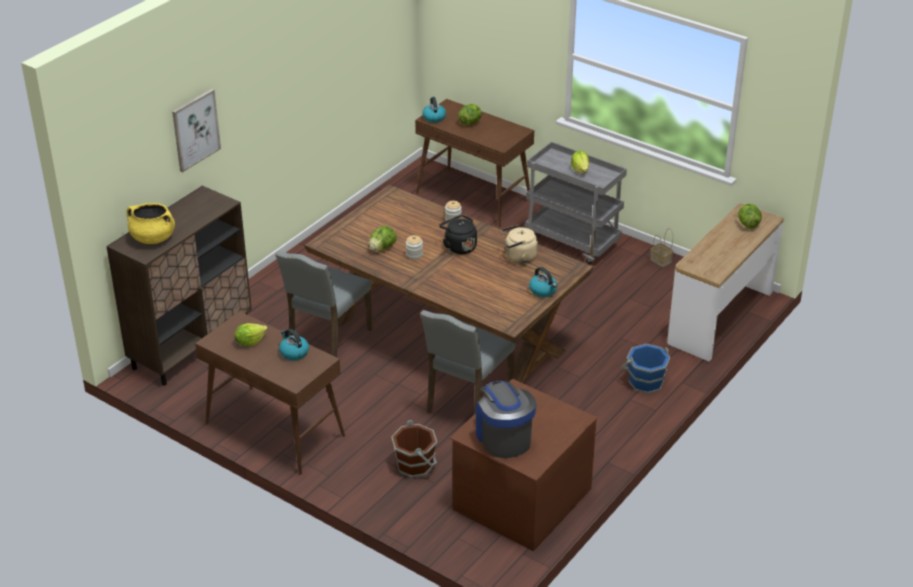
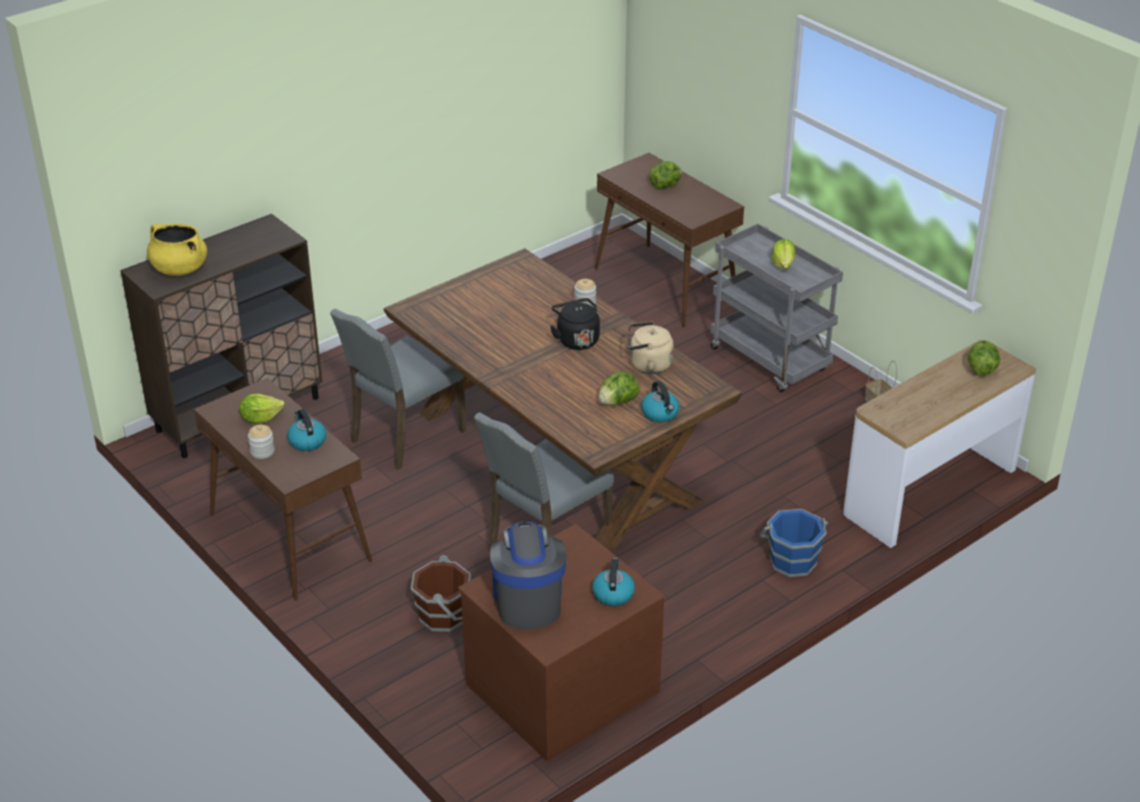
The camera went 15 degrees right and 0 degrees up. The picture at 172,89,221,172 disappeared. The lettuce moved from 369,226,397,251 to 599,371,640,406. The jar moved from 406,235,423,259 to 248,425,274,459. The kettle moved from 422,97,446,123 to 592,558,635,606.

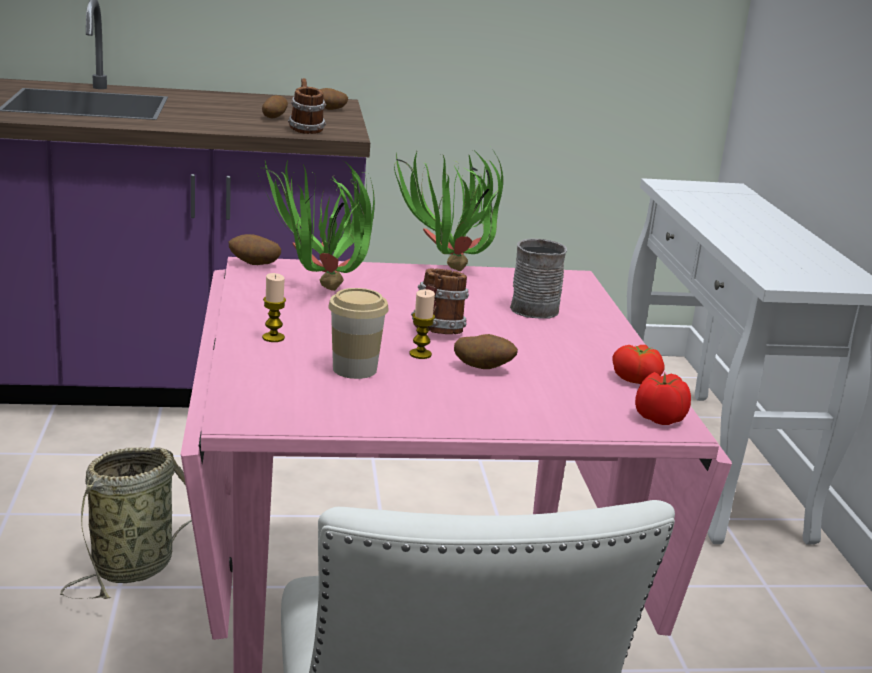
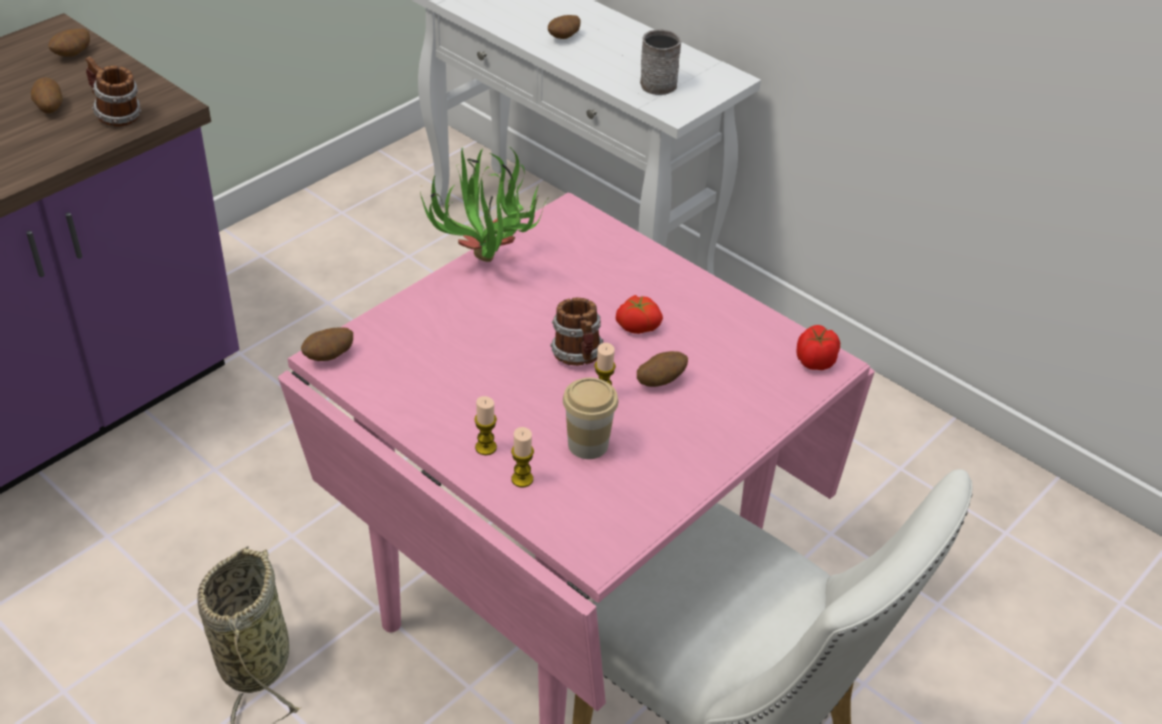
The camera went 40 degrees left and 20 degrees up. The potted plant at 257,156,375,291 disappeared. The candle at 511,427,534,487 appeared. The potato at 548,15,581,39 appeared. The mug/grey moved from 510,238,567,319 to 640,29,681,95. The tomato moved from 612,345,664,384 to 616,295,663,334.

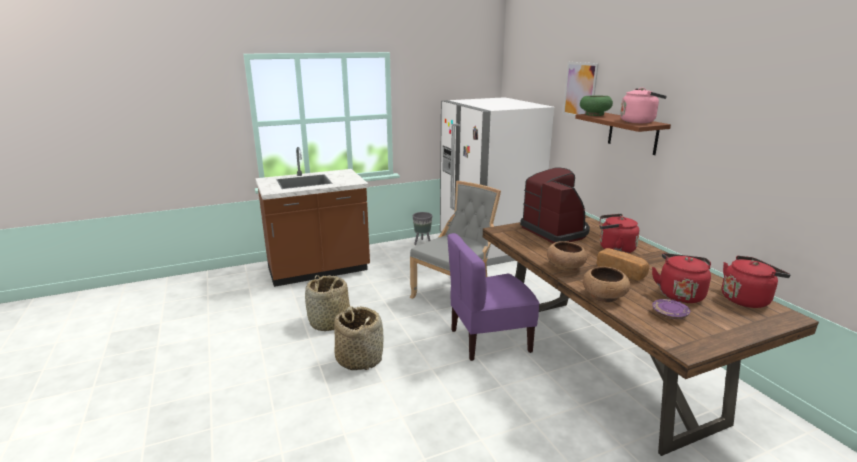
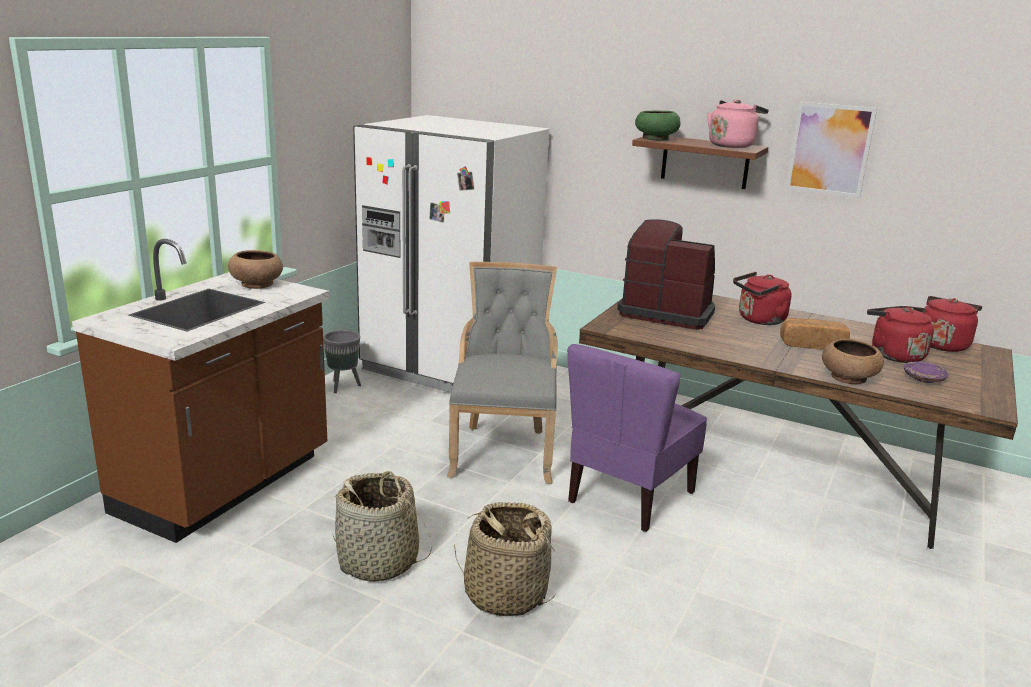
The camera went 40 degrees left and 0 degrees up. The bowl/brown moved from 547,241,587,272 to 228,250,283,289. The picture moved from 563,62,599,116 to 785,102,877,198.

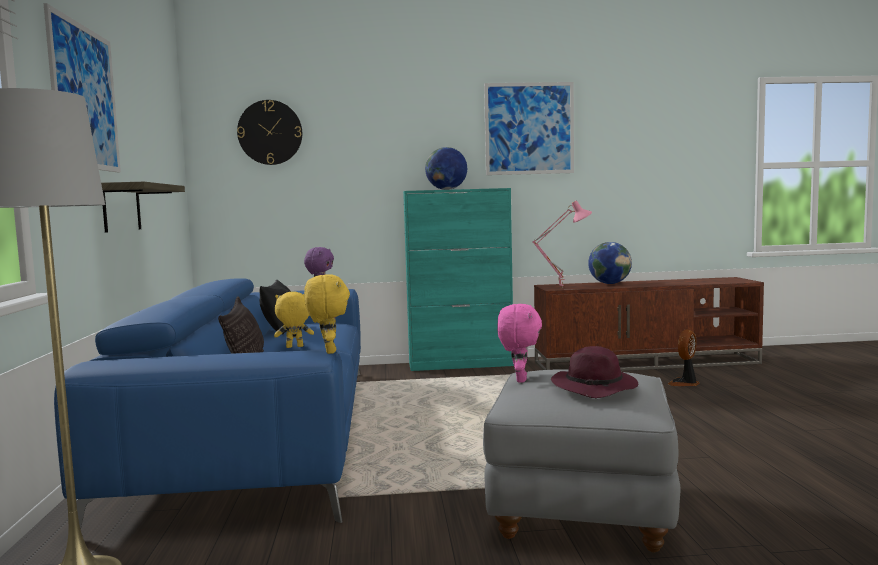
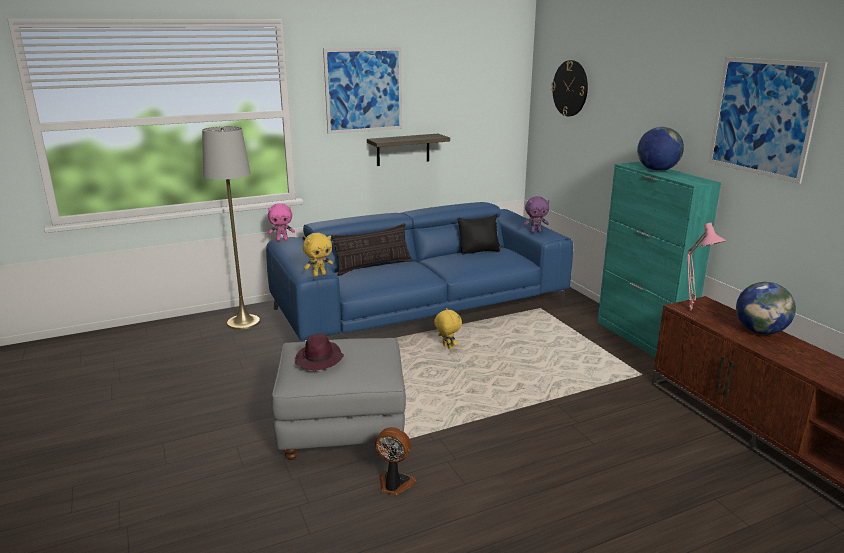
The camera went 70 degrees right and 15 degrees up. The plush toy/yellow moved from 274,292,314,348 to 434,308,462,350. The plush toy/pink moved from 497,304,542,383 to 268,203,295,241. The fan moved from 668,329,700,386 to 375,427,416,495.

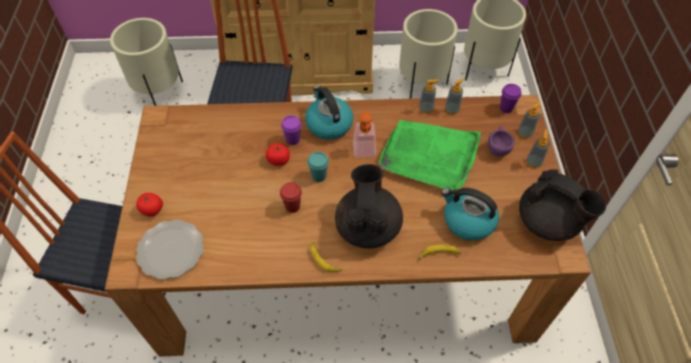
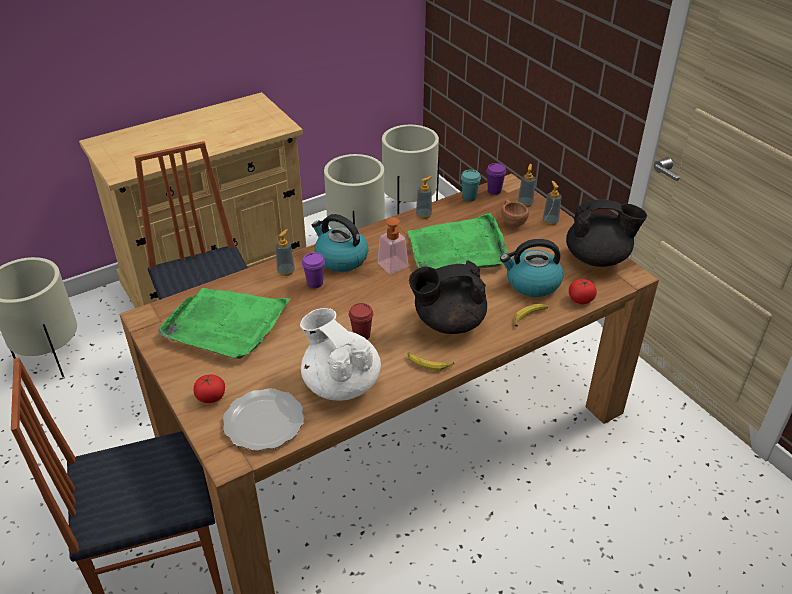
The camera went 30 degrees left and 15 degrees down. The tray/green at 158,288,291,359 appeared. The teapot/white at 300,308,381,401 appeared. The tomato moved from 266,143,290,166 to 569,279,597,304. The cup/turquoise moved from 308,152,329,182 to 461,170,481,202. The soap dispenser moved from 445,78,465,114 to 276,229,295,276. The cup/purple at 488,126,514,156 became the cup/brown at 501,199,529,227. The teapot/black at 335,164,403,249 turned 75 degrees counterclockwise.

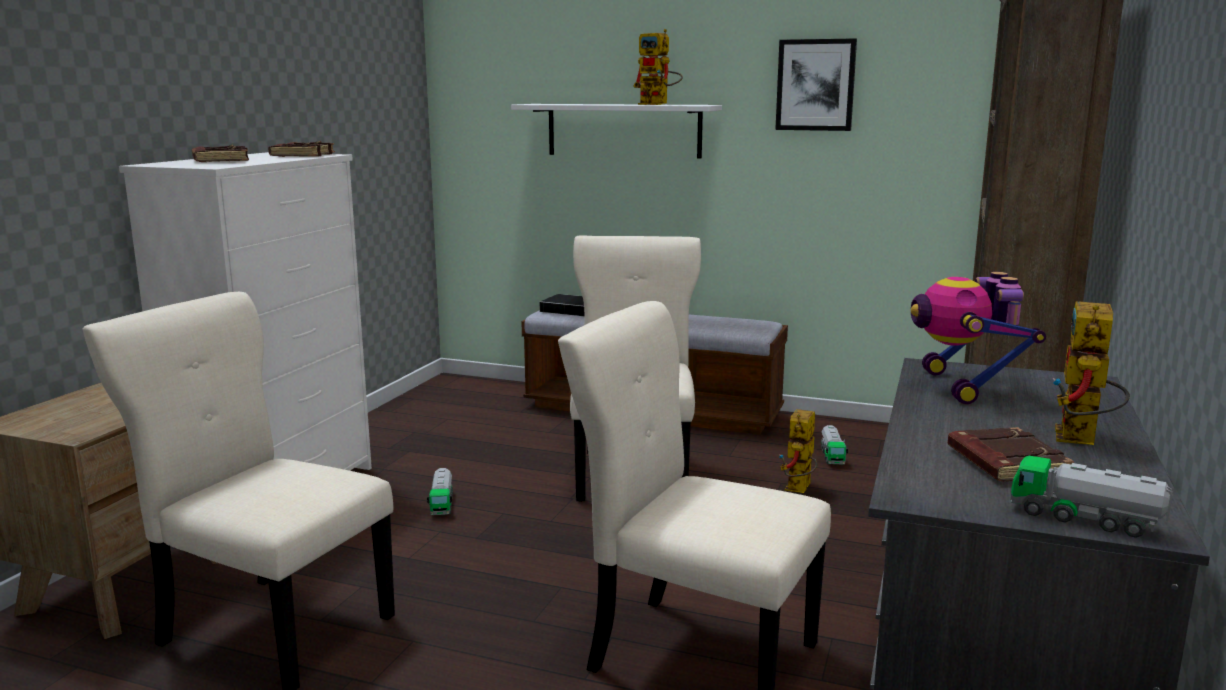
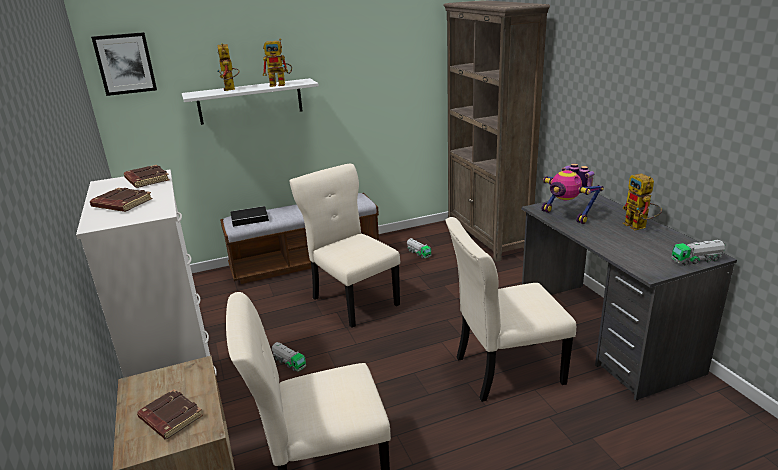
The camera went 40 degrees left and 10 degrees up. The picture moved from 775,38,857,131 to 91,32,157,96. The toy robot moved from 779,409,818,493 to 217,43,239,91. The book/brown moved from 948,427,1074,481 to 137,389,203,440.

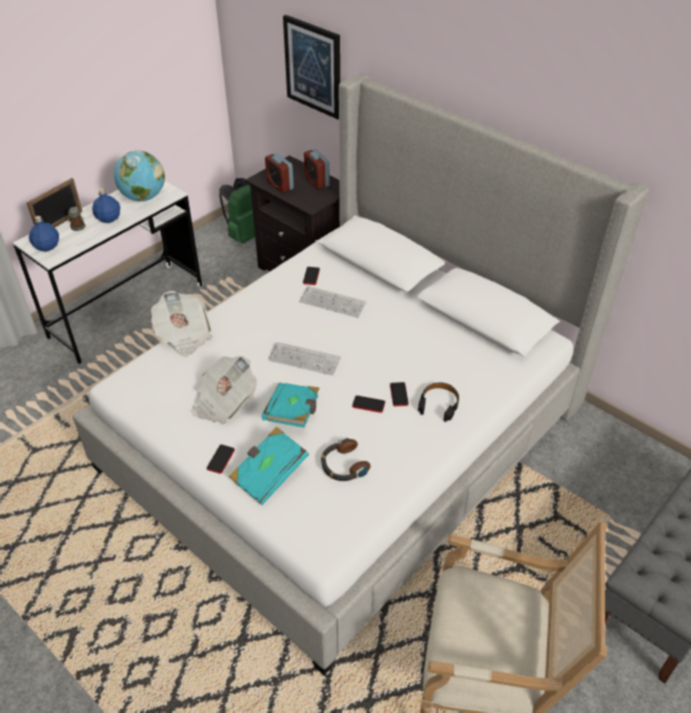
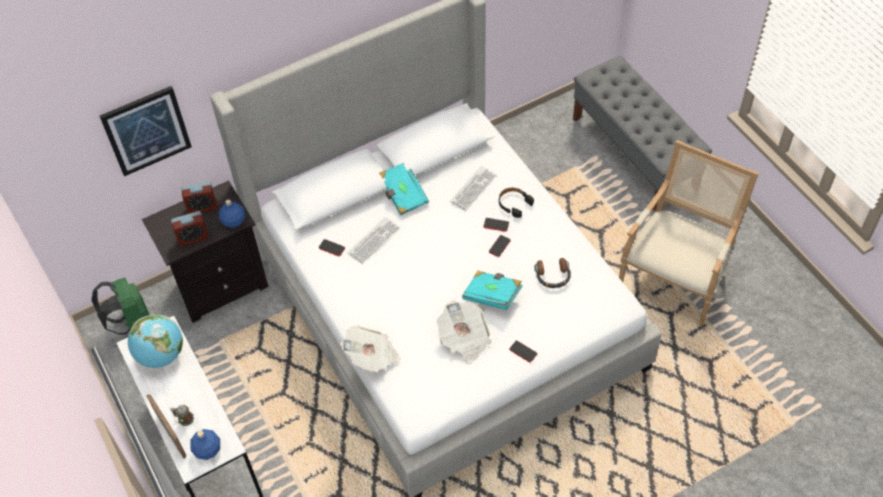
The camera went 70 degrees left and 10 degrees up. The bottle/blue moved from 92,188,120,223 to 219,199,245,228. The book/turquoise moved from 229,426,309,505 to 379,163,429,216. The keyboard moved from 268,342,341,375 to 450,166,497,211.

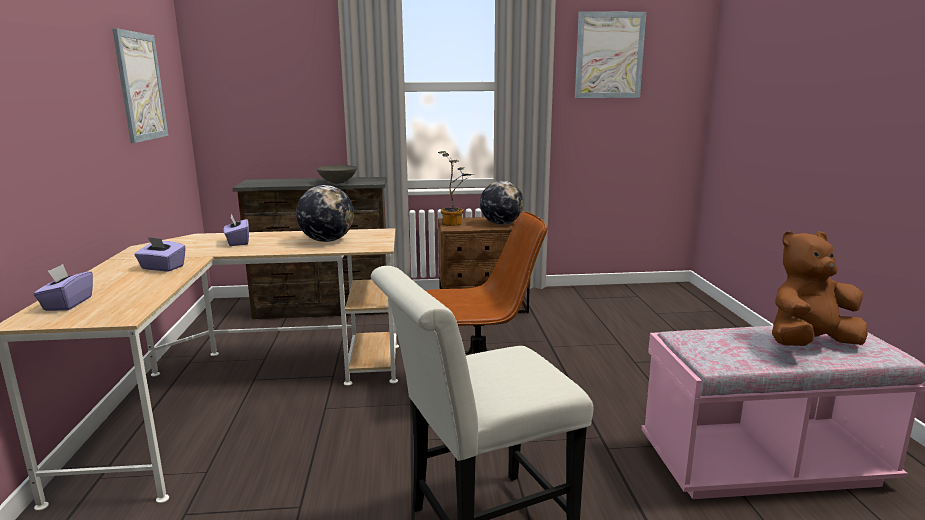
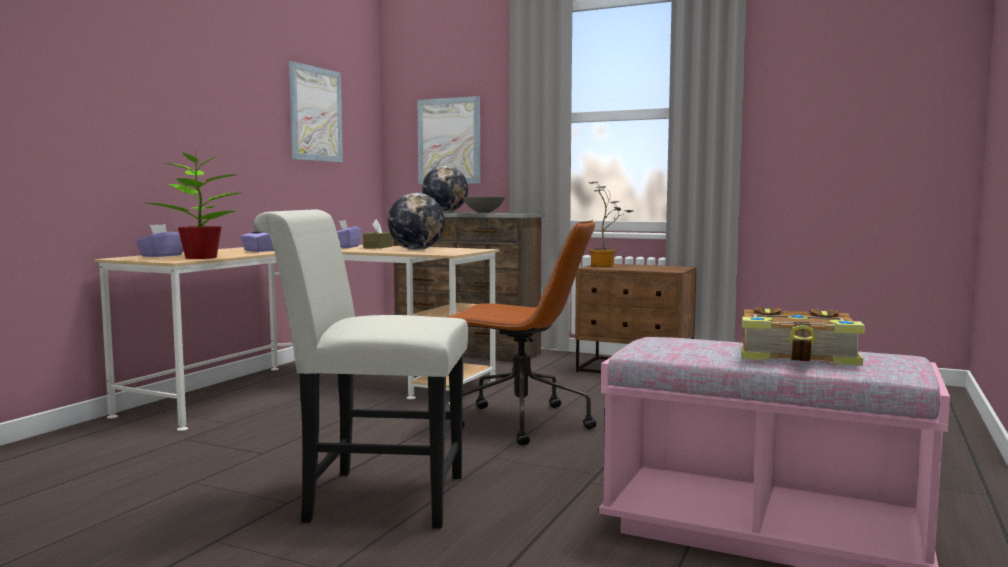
The camera went 30 degrees right and 10 degrees down. The potted plant at 147,149,240,259 appeared. The tissue box/brown at 363,219,393,249 appeared. The globe moved from 480,181,524,225 to 422,166,468,212. The picture moved from 575,11,646,98 to 417,96,480,184. The plush toy/brown at 772,231,868,346 was replaced by the book at 741,307,865,366.

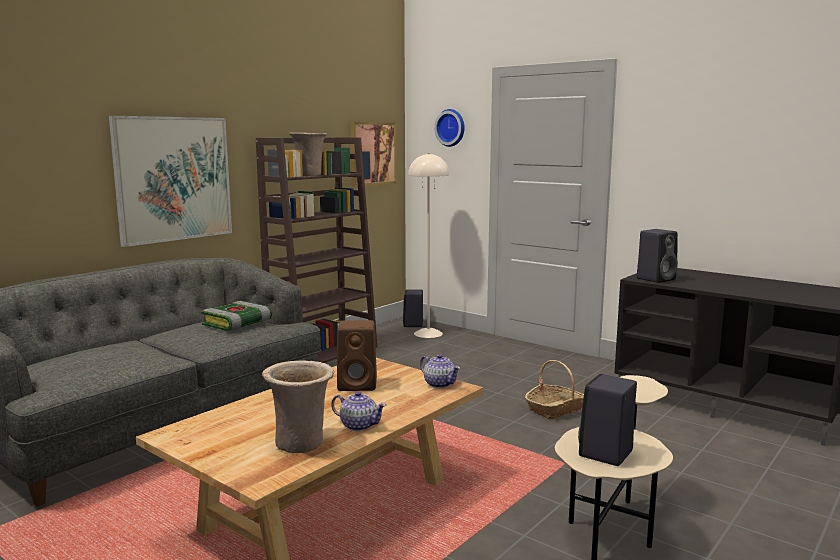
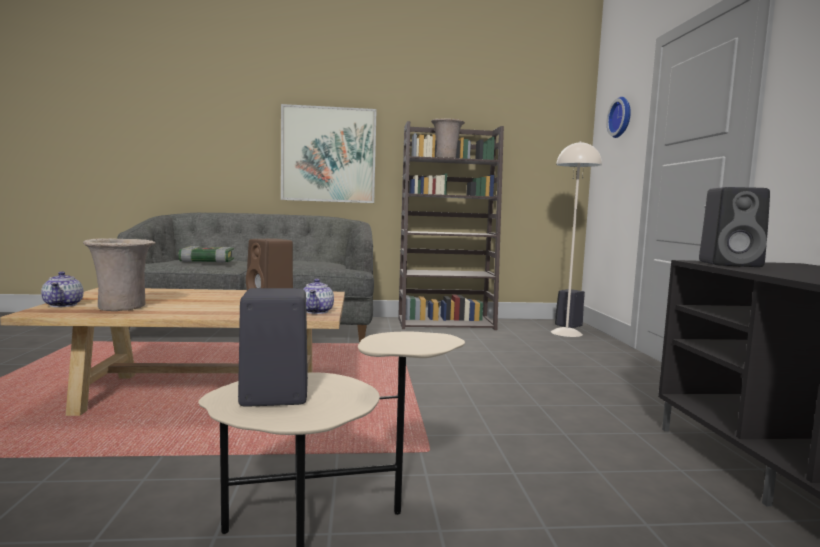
The camera went 45 degrees right and 5 degrees down. The picture at 350,122,397,187 disappeared. The basket at 525,360,584,419 disappeared. The book moved from 201,301,272,331 to 179,246,234,263. The teapot moved from 331,391,386,431 to 41,271,83,307.

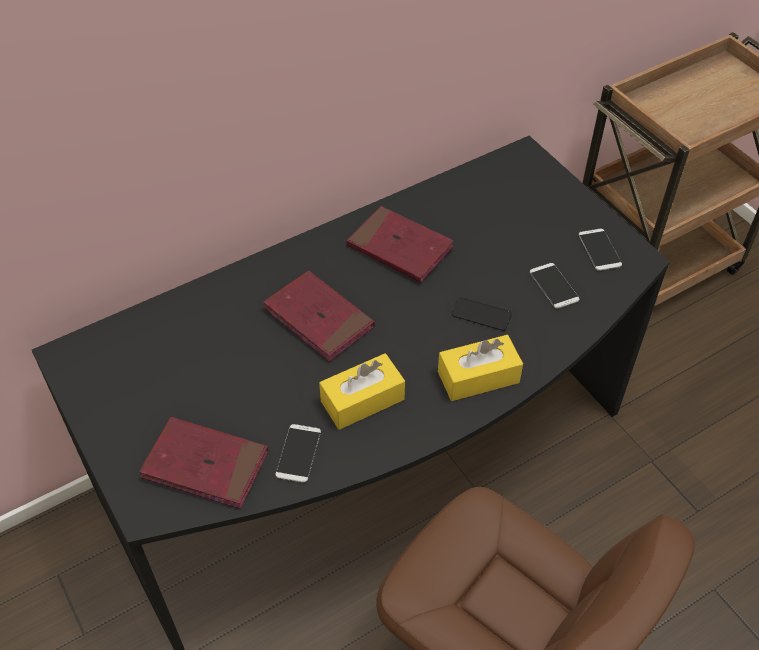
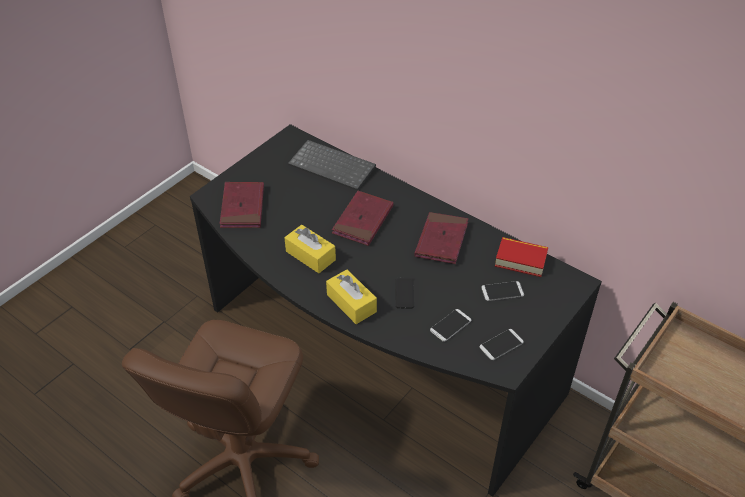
The camera went 70 degrees right and 5 degrees down. The keyboard at 288,140,376,191 appeared. The book at 495,237,548,277 appeared. The phone moved from 275,424,321,483 to 481,281,524,301.

